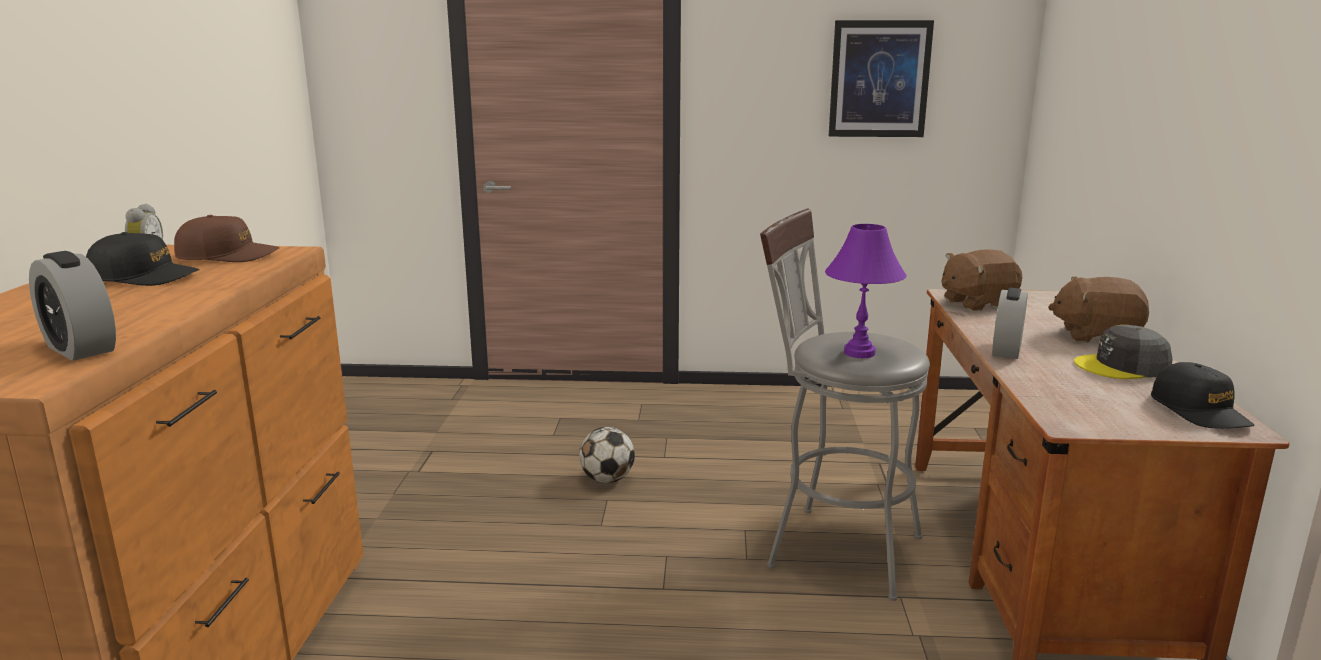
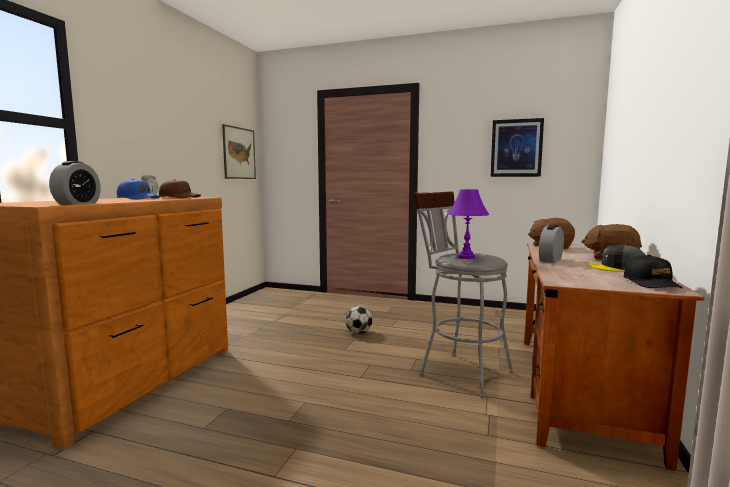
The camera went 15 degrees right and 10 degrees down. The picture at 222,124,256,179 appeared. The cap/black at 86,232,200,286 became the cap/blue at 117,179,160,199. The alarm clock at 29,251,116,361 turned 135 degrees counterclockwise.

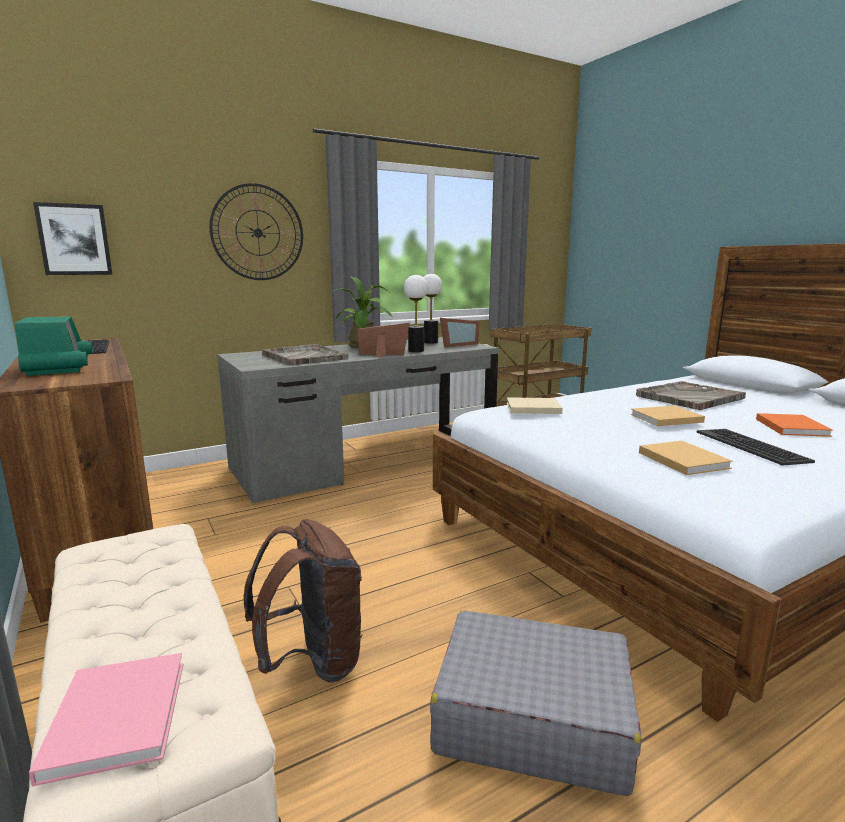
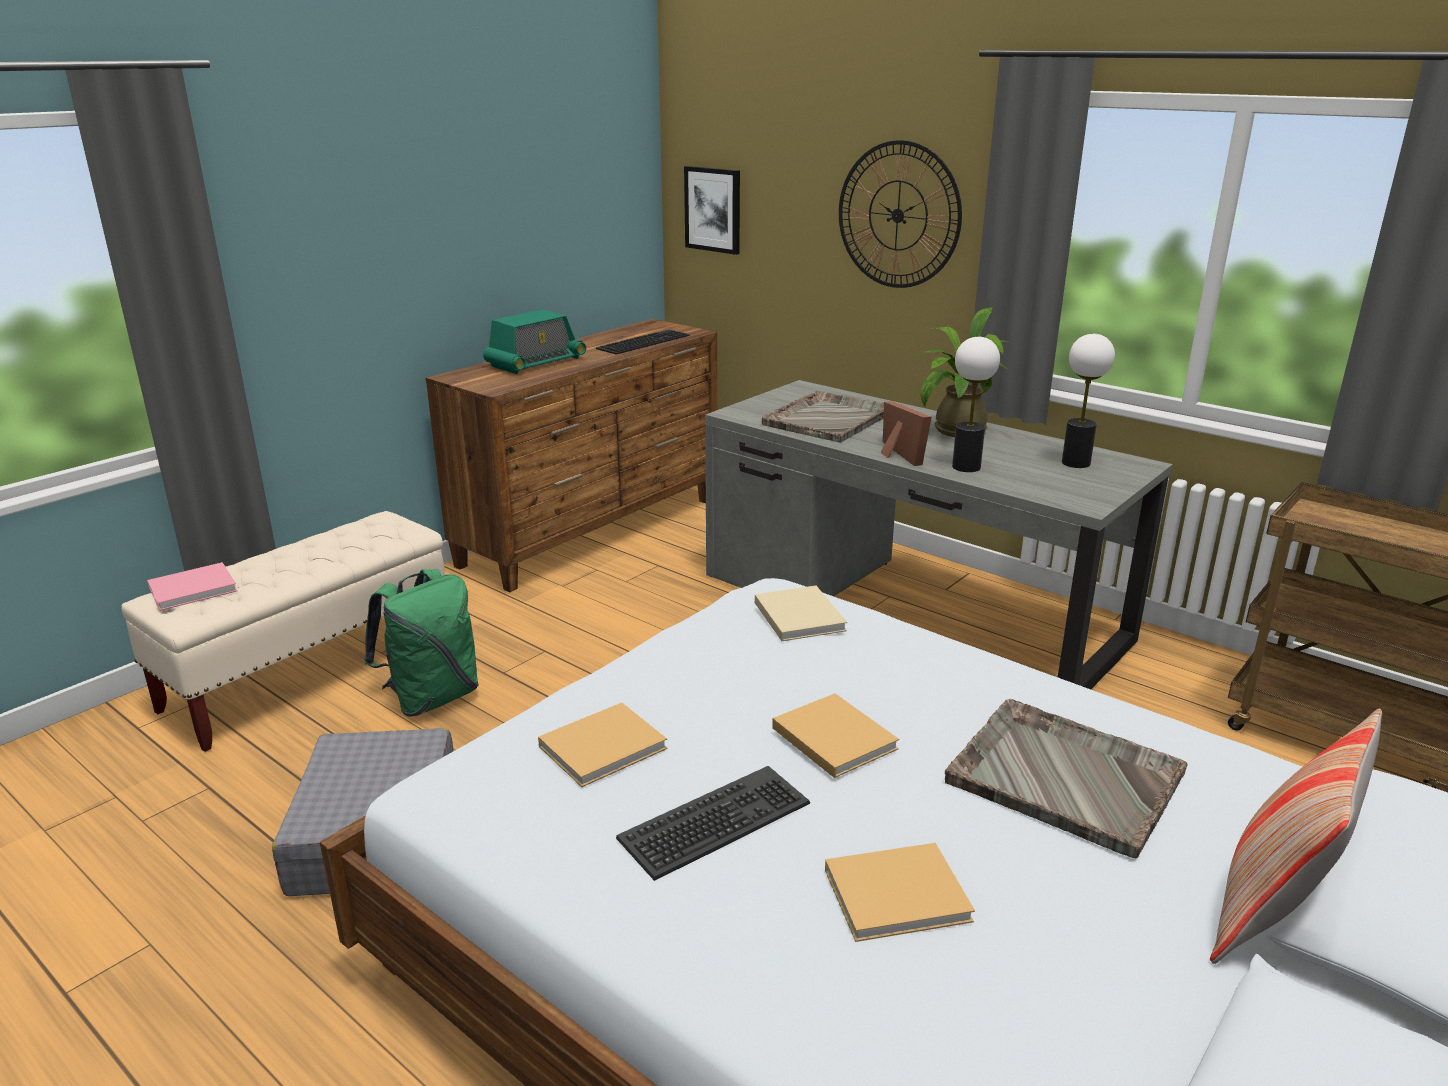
The camera went 70 degrees right and 10 degrees up. The picture frame at 440,318,480,347 disappeared. The pillow at 1210,708,1382,964 appeared. The backpack/brown at 243,520,363,683 became the backpack/green at 364,569,479,717. The book/orange at 756,413,833,437 became the book/beige at 825,843,975,942.

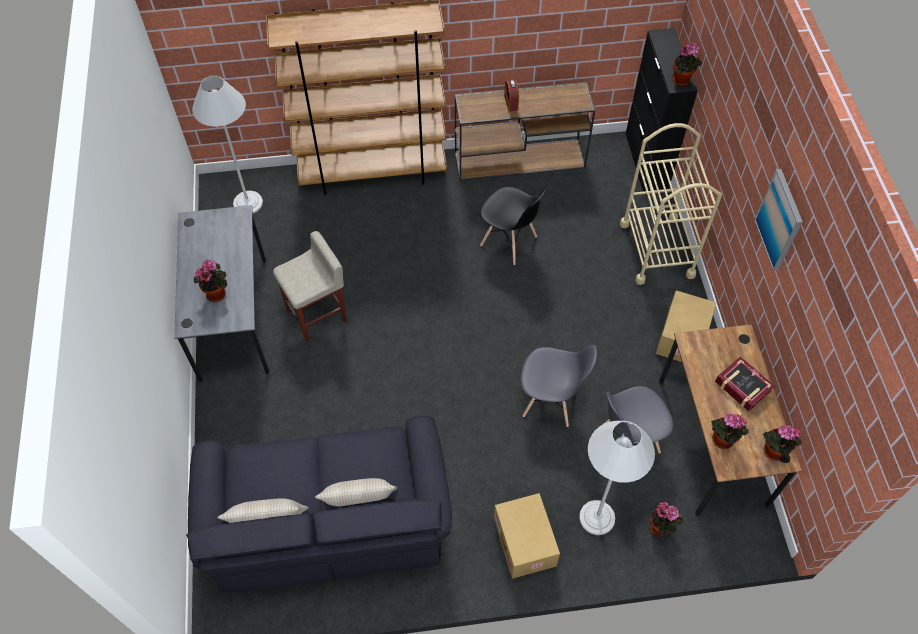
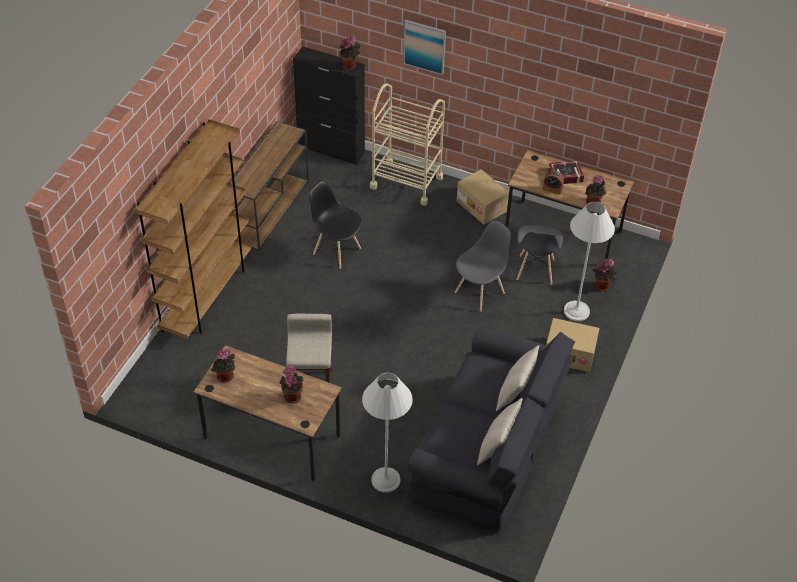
The camera went 60 degrees left and 10 degrees down. The floor lamp/white moved from 192,75,263,214 to 362,372,413,493. The alarm clock moved from 504,79,519,112 to 542,170,564,195. The picture moved from 754,169,803,271 to 403,20,446,75. The potted plant moved from 763,425,802,461 to 211,349,235,383. The desk/grey at 174,205,270,382 became the desk/brown at 194,345,342,482. The chair/black at 480,187,547,265 turned 120 degrees counterclockwise.

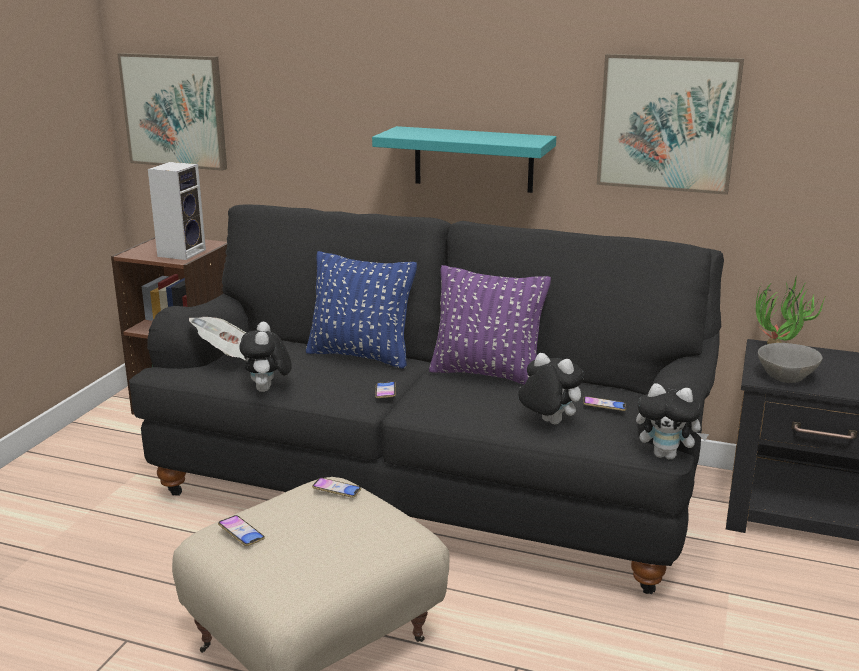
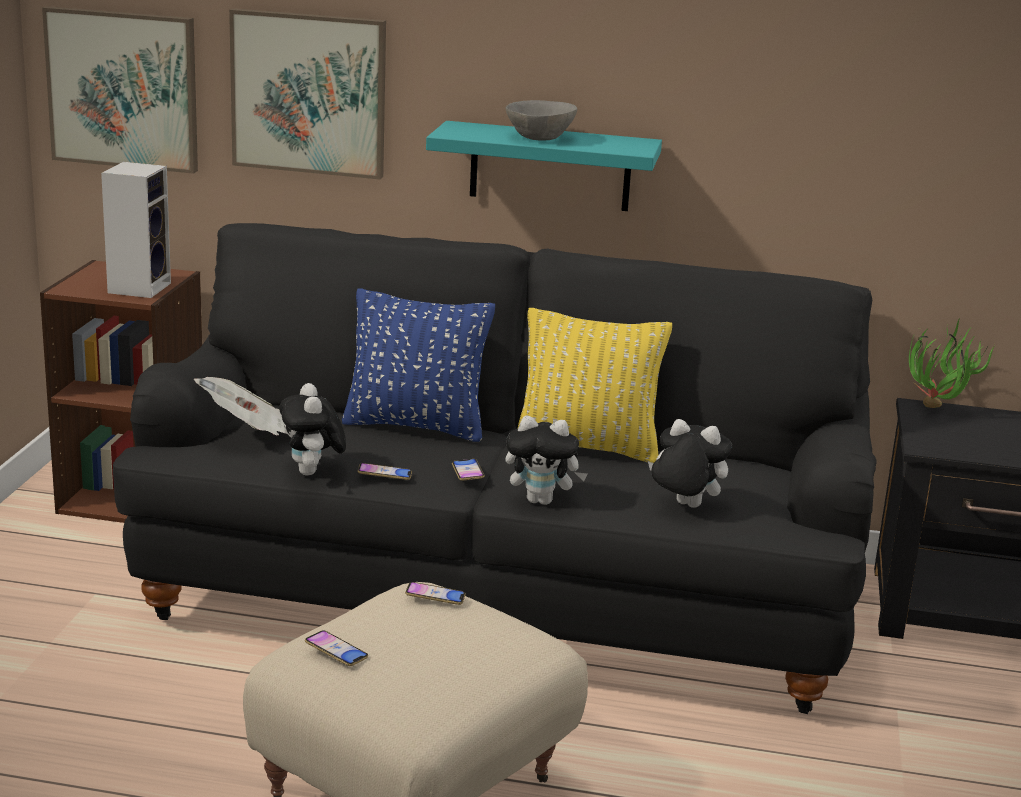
The camera went 10 degrees left and 0 degrees up. The phone moved from 583,396,626,411 to 358,463,412,480. The picture moved from 597,54,744,195 to 229,8,386,179. The plush toy moved from 636,383,709,459 to 505,415,588,505. The bowl/grey moved from 758,343,823,383 to 506,100,577,140. The pillow/purple at 429,265,551,385 became the pillow/yellow at 517,308,672,463.

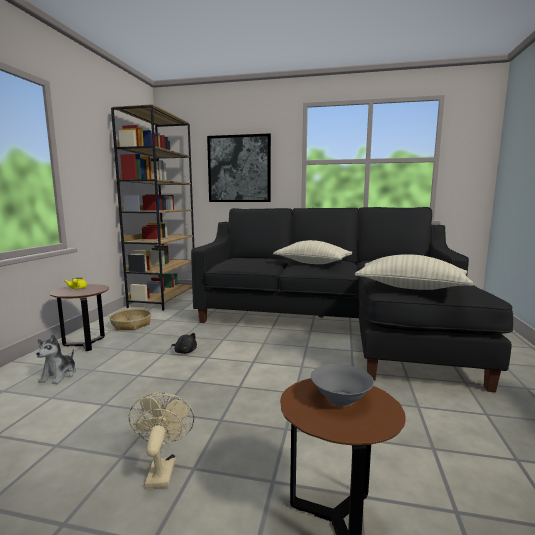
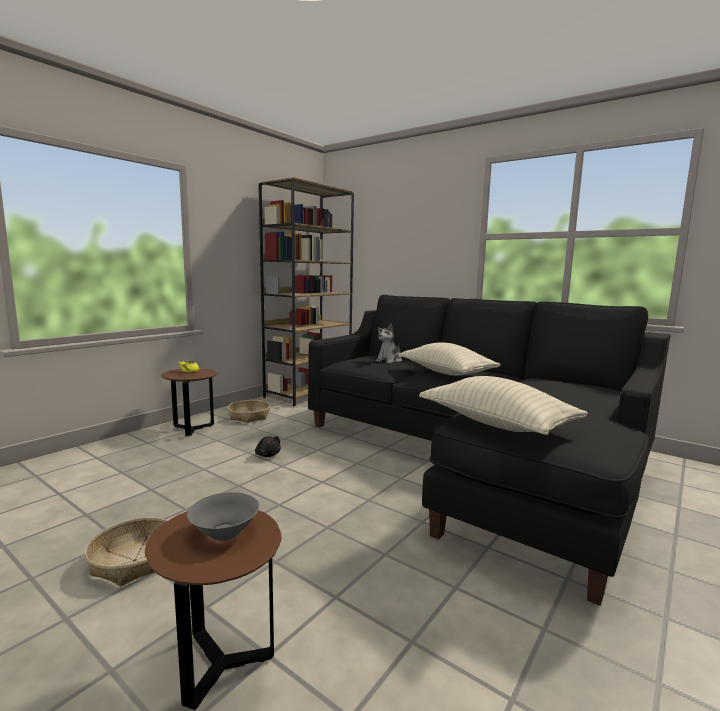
The camera went 25 degrees right and 0 degrees up. The picture at 207,133,271,202 disappeared. The plush toy moved from 36,334,76,384 to 376,323,402,363. The fan/beige at 129,393,194,488 was replaced by the basket at 85,518,168,586.

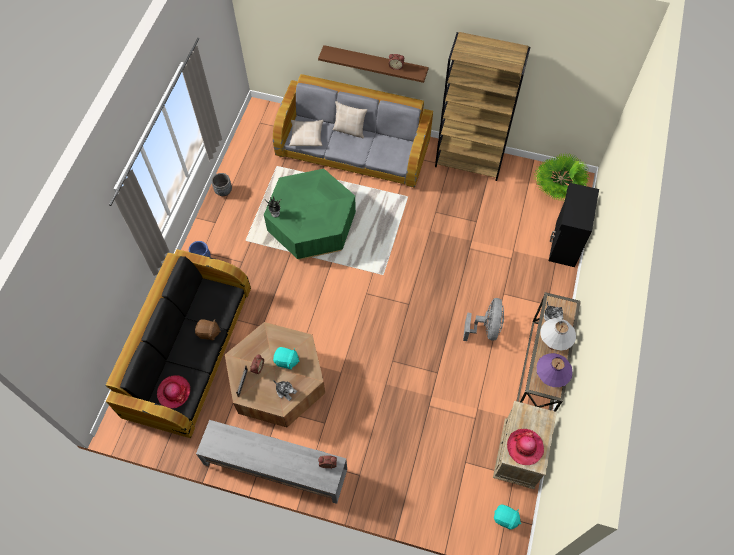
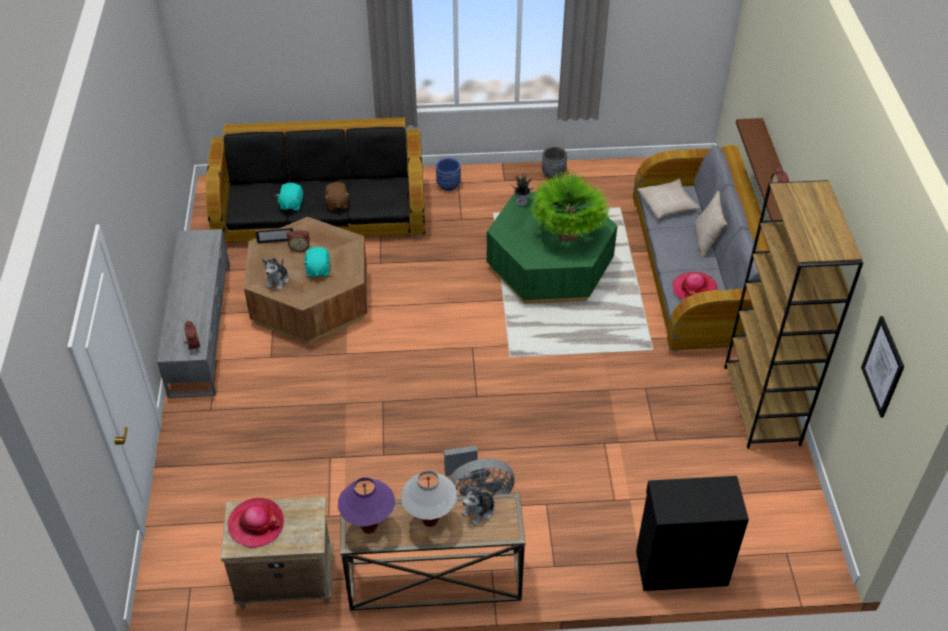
The camera went 70 degrees right and 15 degrees down. The picture at 861,316,904,418 appeared. The hat moved from 157,375,190,409 to 672,272,717,300. The plush toy/turquoise moved from 494,505,521,530 to 276,183,303,211. The potted plant moved from 534,152,589,200 to 529,170,610,242.

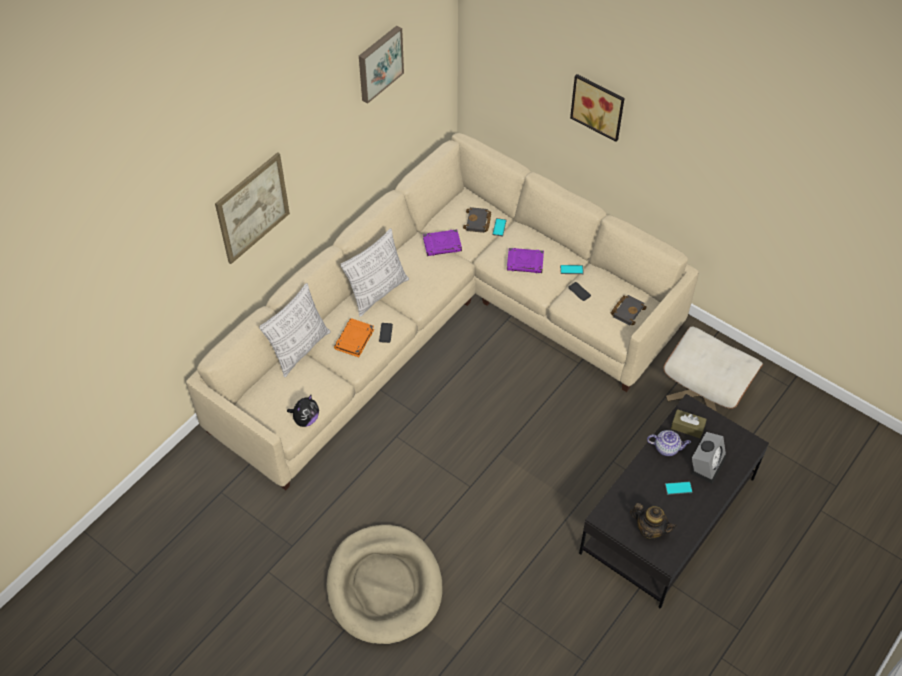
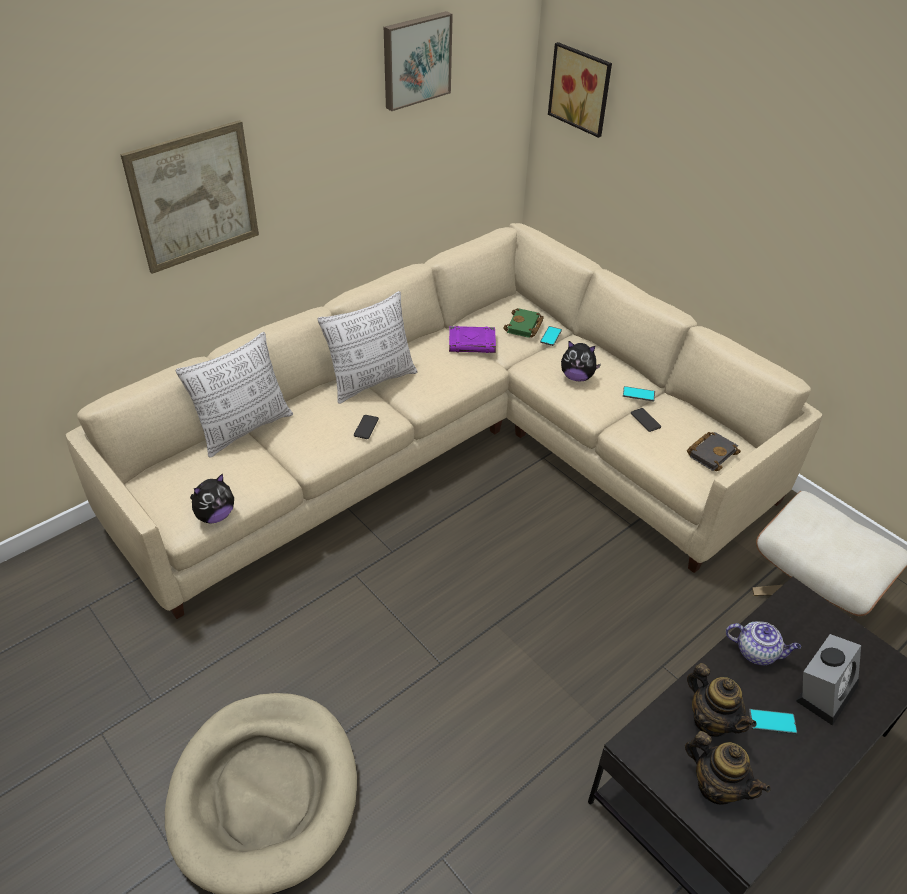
The camera went 10 degrees right and 10 degrees down. The book/orange at 334,318,374,357 disappeared. The tissue box/brown at 671,409,707,438 disappeared. The teapot at 687,663,757,737 appeared. The picture moved from 570,74,625,142 to 548,42,612,138. The book/purple at 507,248,544,273 was replaced by the plush toy at 561,341,601,381. The book/black at 463,207,491,233 became the book/green at 503,308,544,338.

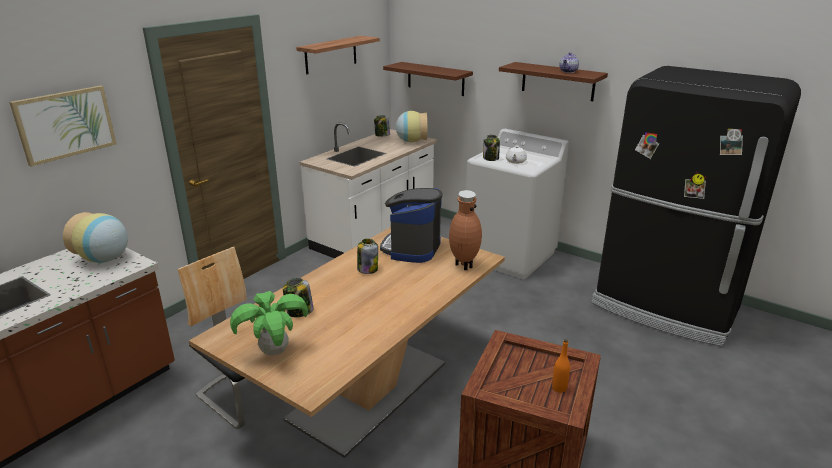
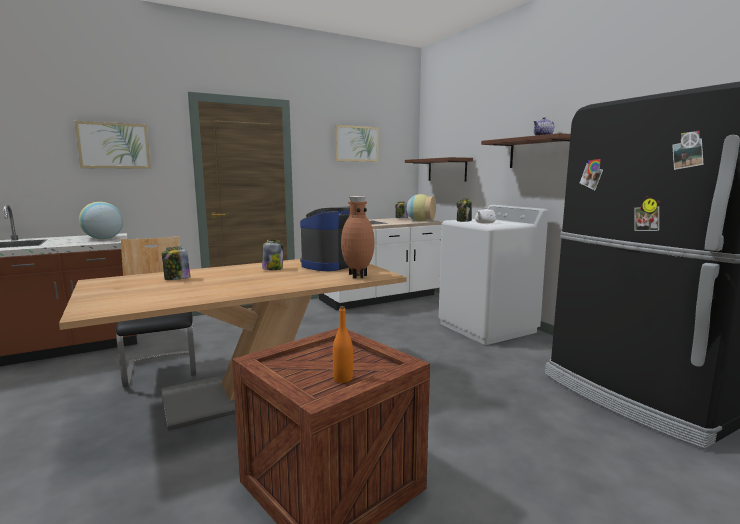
The camera went 25 degrees right and 15 degrees down. The potted plant at 230,291,308,356 disappeared. The shelf at 296,36,380,74 was replaced by the picture at 335,125,379,162.

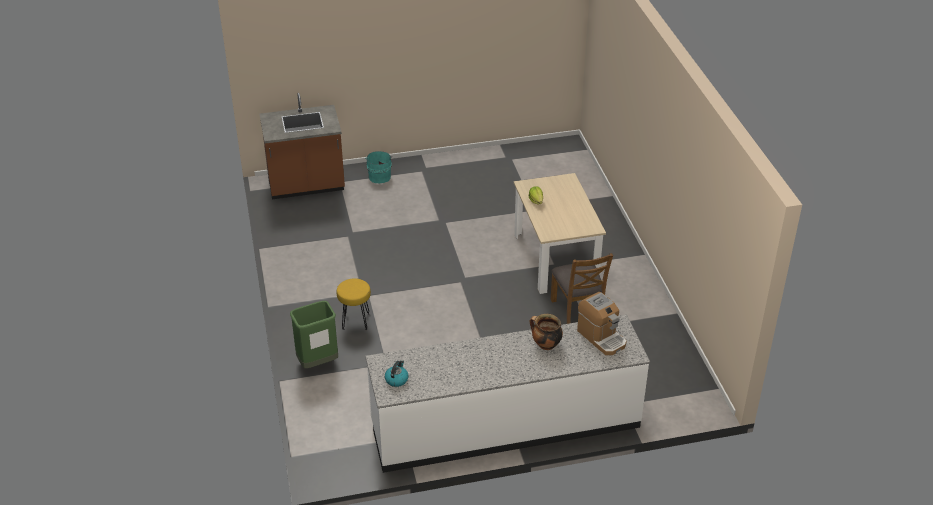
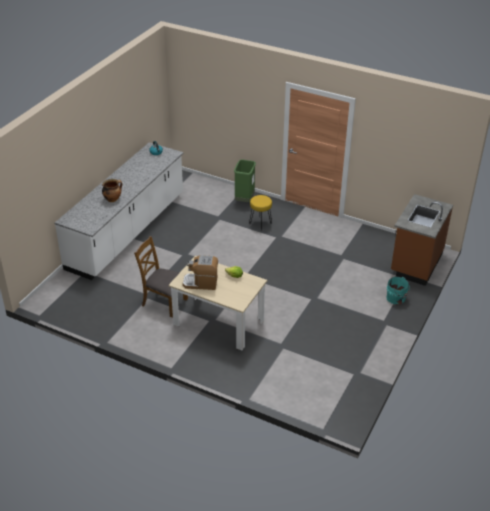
The camera went 130 degrees right and 0 degrees up. The coffee machine moved from 577,292,627,355 to 183,255,218,290.

